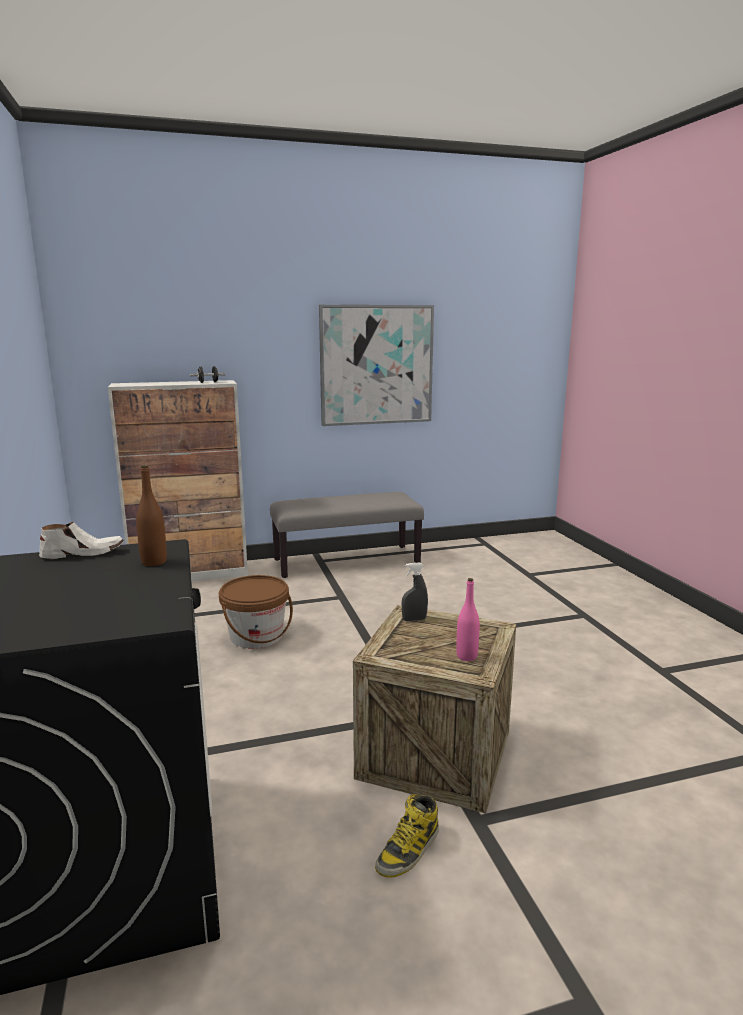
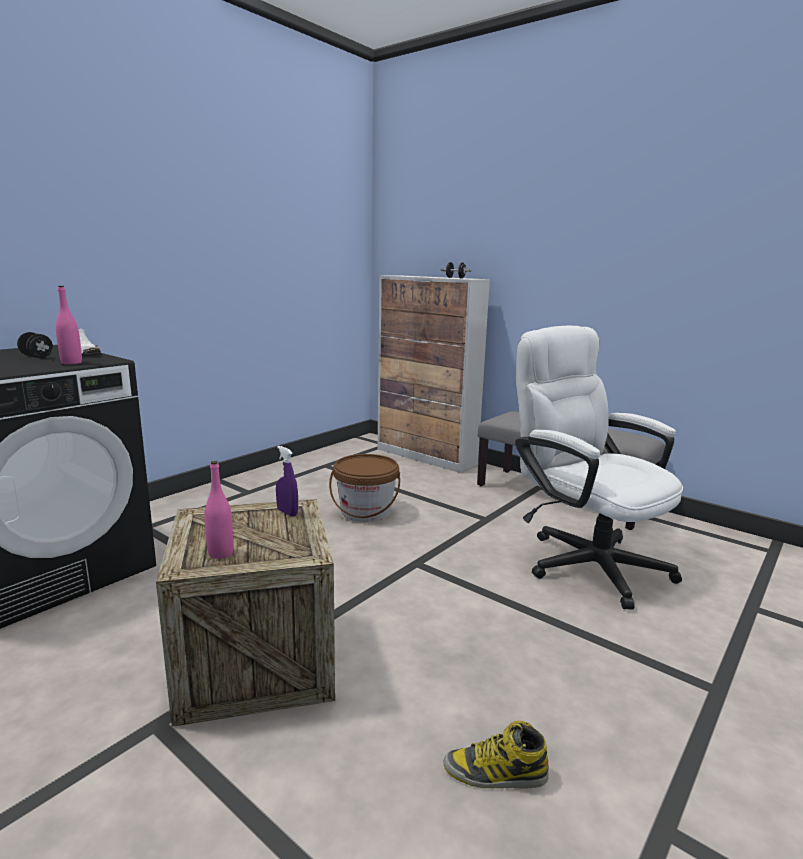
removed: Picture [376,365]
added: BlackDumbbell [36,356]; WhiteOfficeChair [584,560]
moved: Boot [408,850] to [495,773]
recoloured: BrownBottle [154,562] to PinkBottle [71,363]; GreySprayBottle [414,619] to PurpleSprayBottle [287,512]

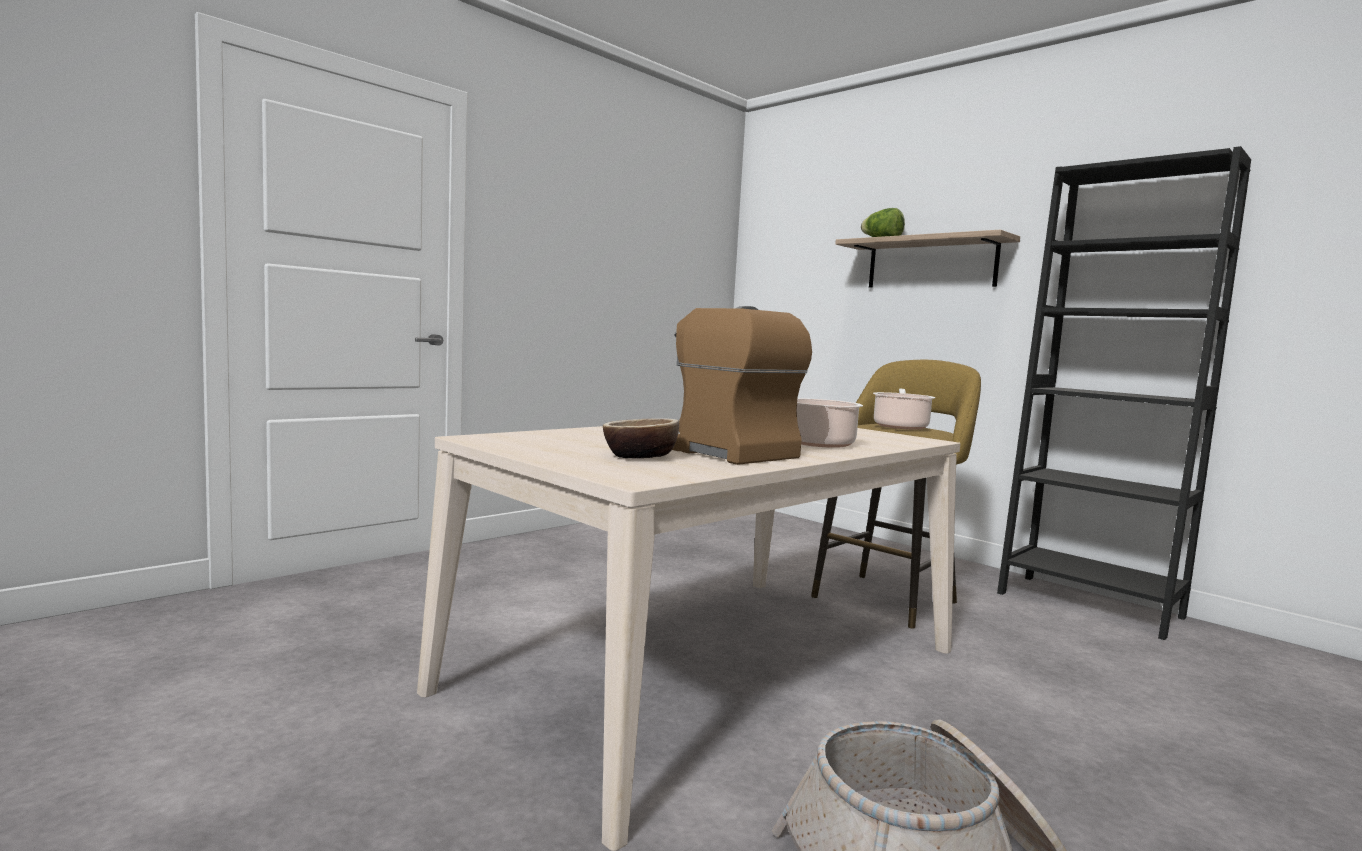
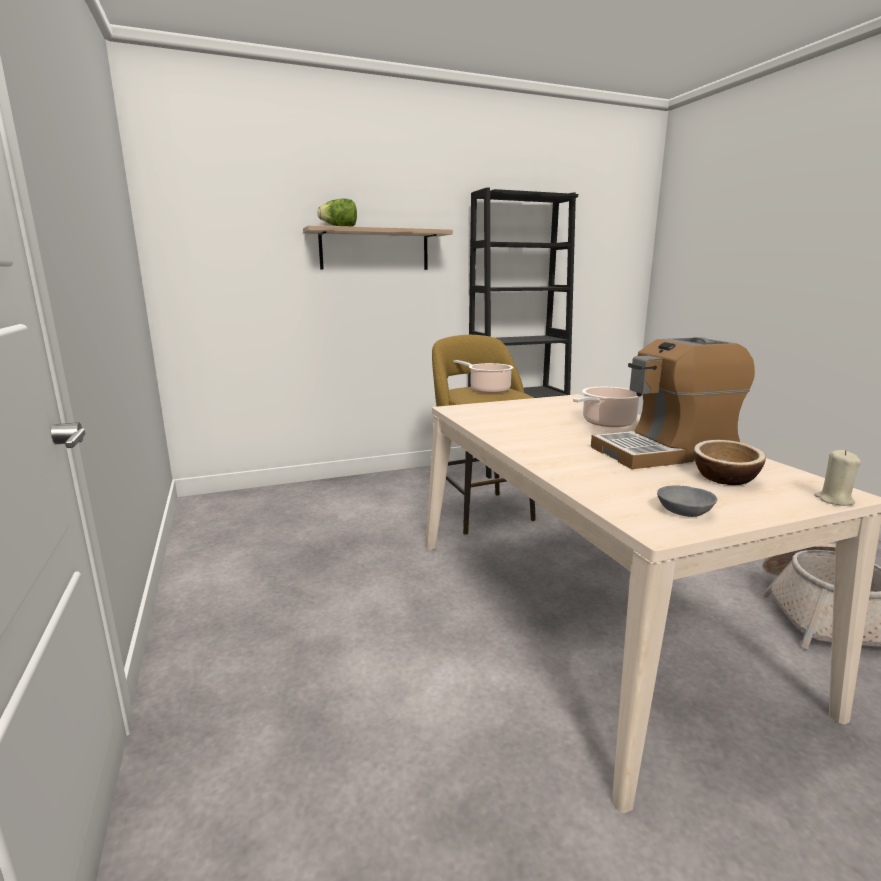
added: GreyBowl [684,510]; BeigeCandle [834,500]

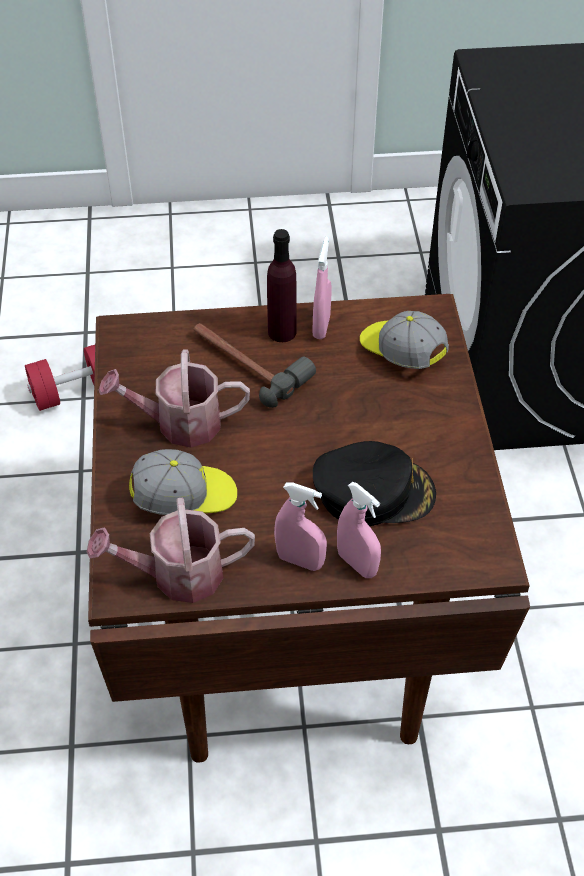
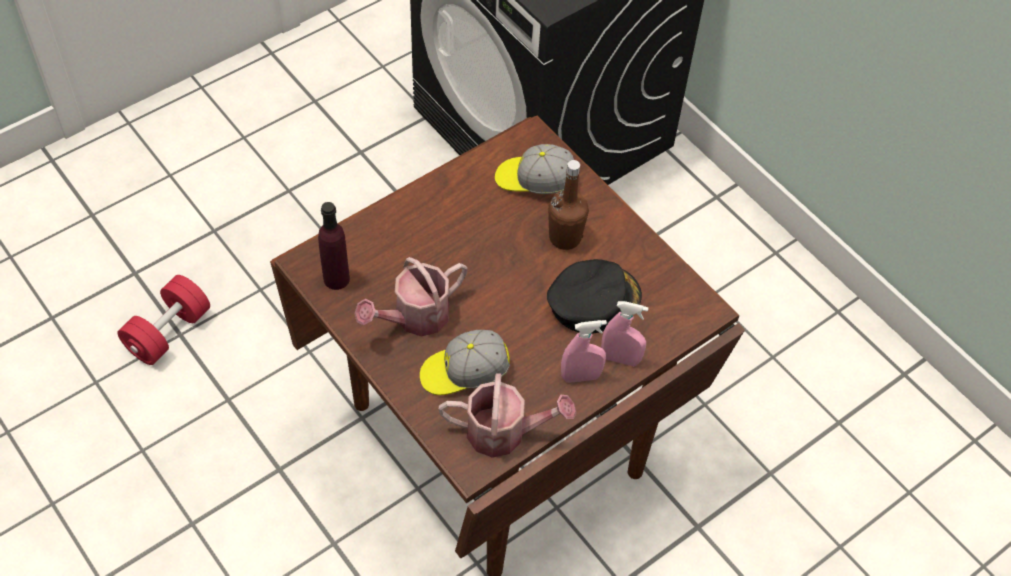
removed: Hammer [246,363]; PinkSprayBottle [321,326]
added: BrownBottle [565,238]
moved: PurpleBottle [282,332] to [336,279]
turned: WateringCan [177,575] = [504,432] 135 degrees counterclockwise; Cap [185,497] = [464,373] 150 degrees counterclockwise

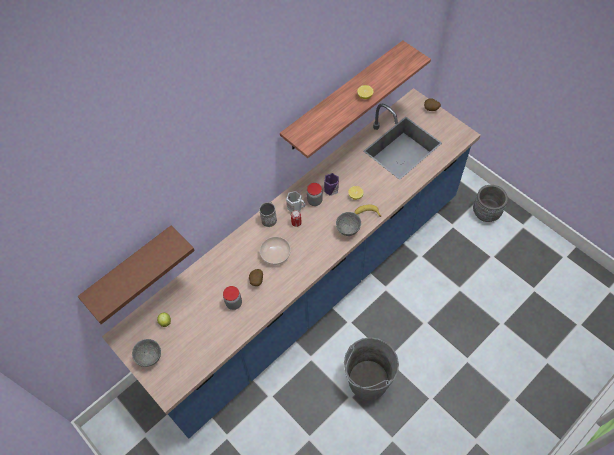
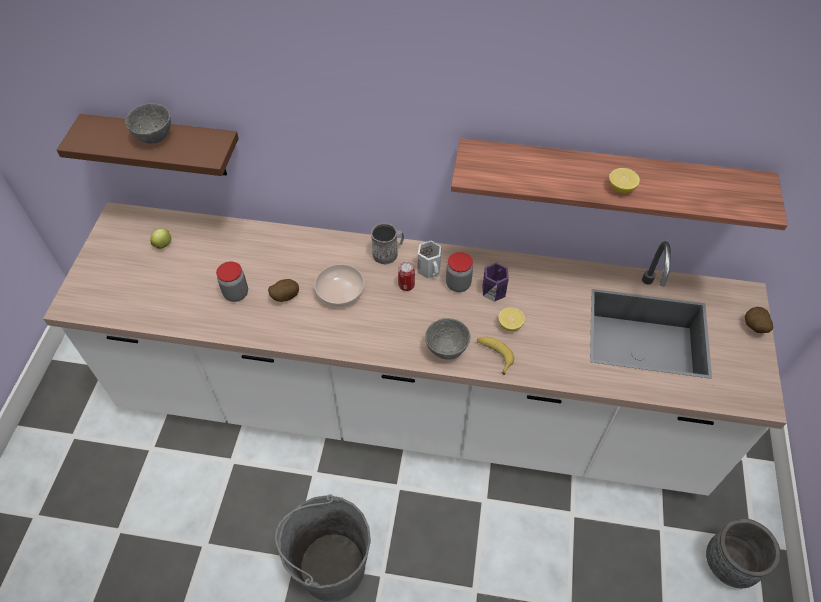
moved: GreyBowl [150,357] to [156,138]
recoloured: BlueCounter [310,287] to WhiteCounter [410,408]

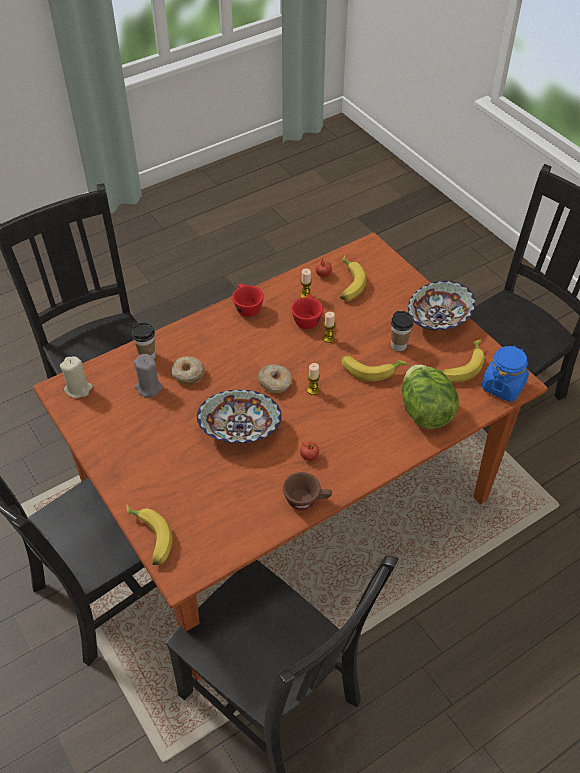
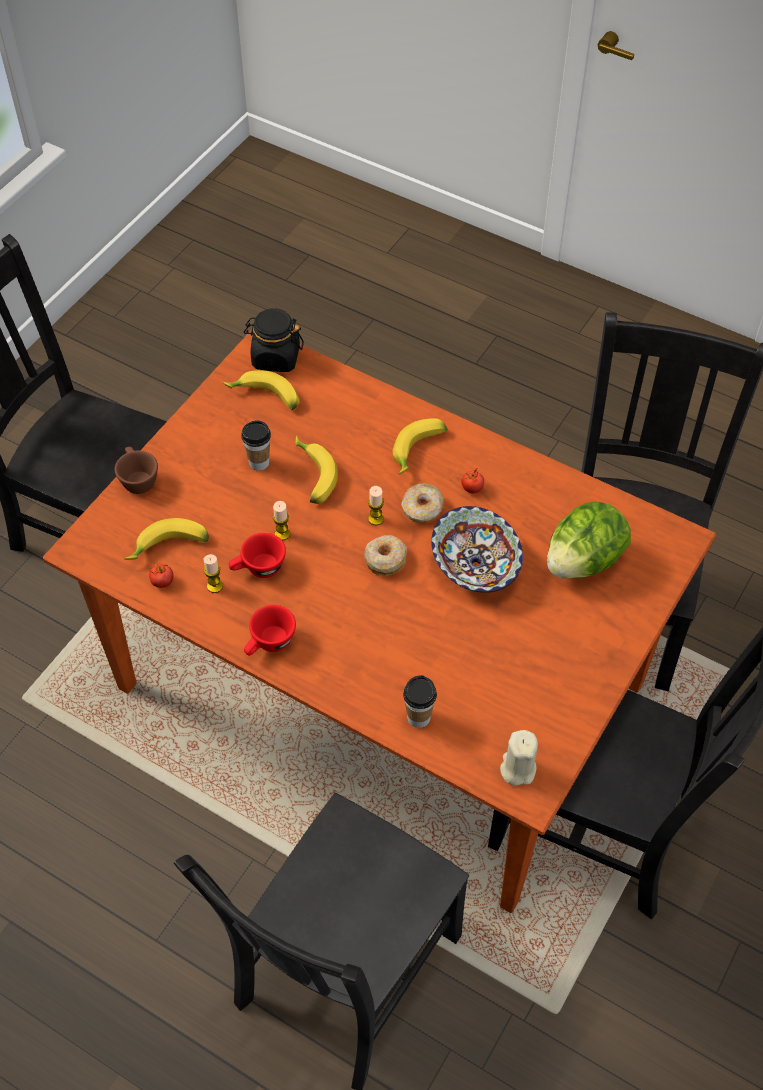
removed: GreyCandle [148,388]; Bowl [439,320]
moved: Banana [148,538] to [419,451]; Donut [188,374] to [422,508]; BrownCup [307,500] to [137,479]; Lettuce [425,412] to [583,561]
recoloured: BlueJar [503,386] to BlackJar [275,357]

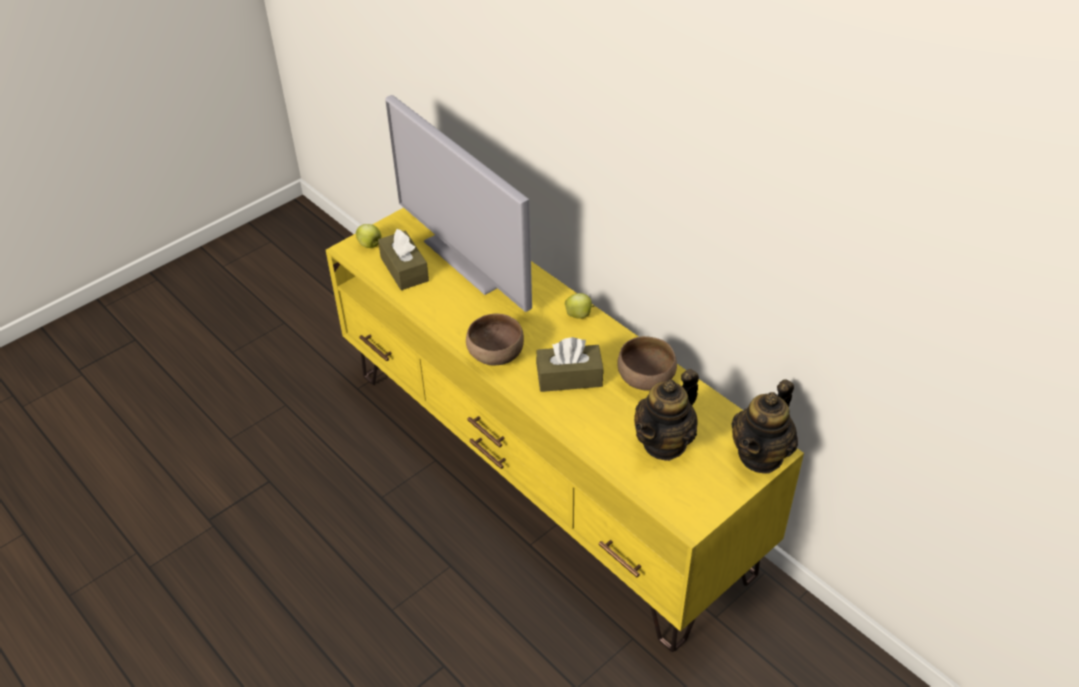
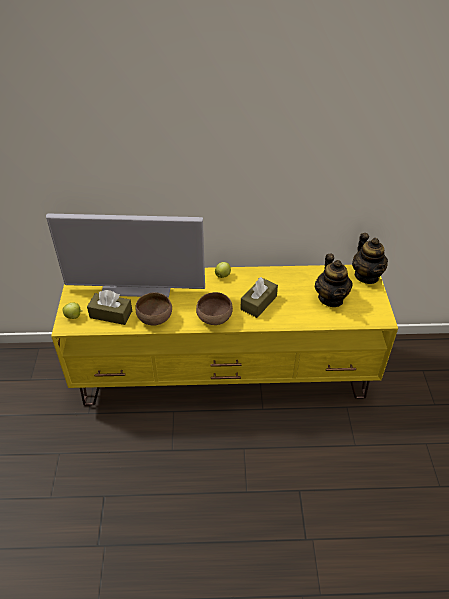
moved: BrownBowl [647,378] to [155,317]

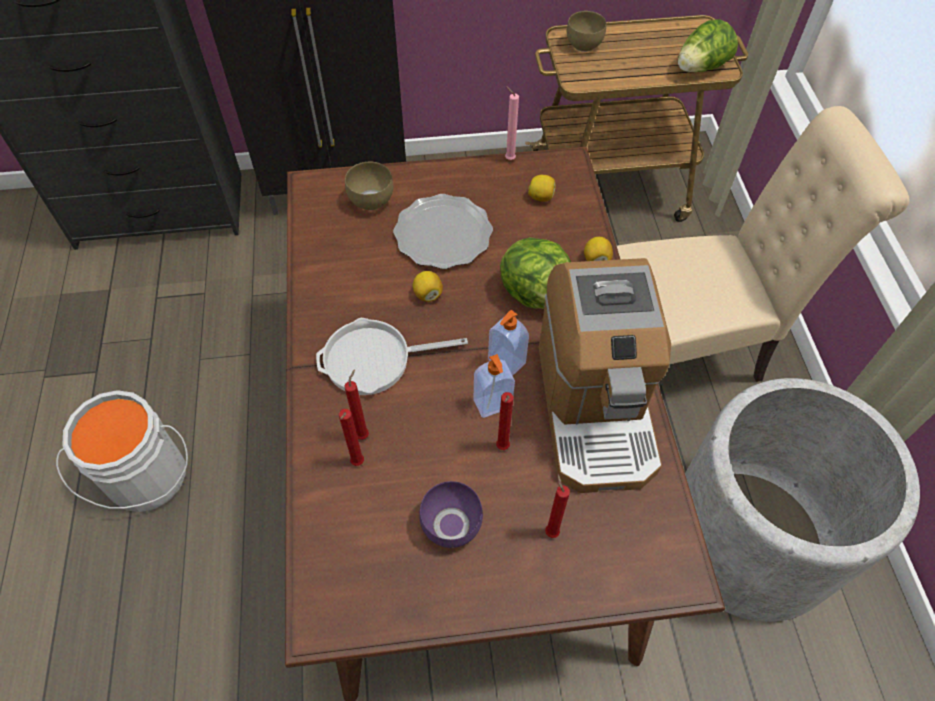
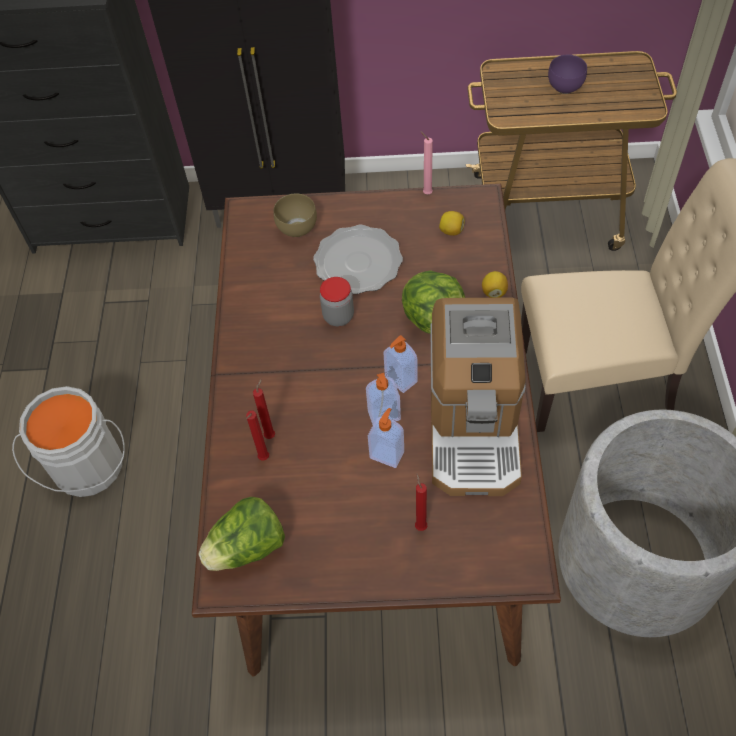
removed: FryingPan [374,360]; BrownBowl [584,44]
moved: PurpleBowl [452,523] to [565,86]; Lettuce [700,68] to [247,548]
replaced: Lemon [427,294] to Jar [338,316]; RedCandle [501,448] to SoapDispenser [387,454]

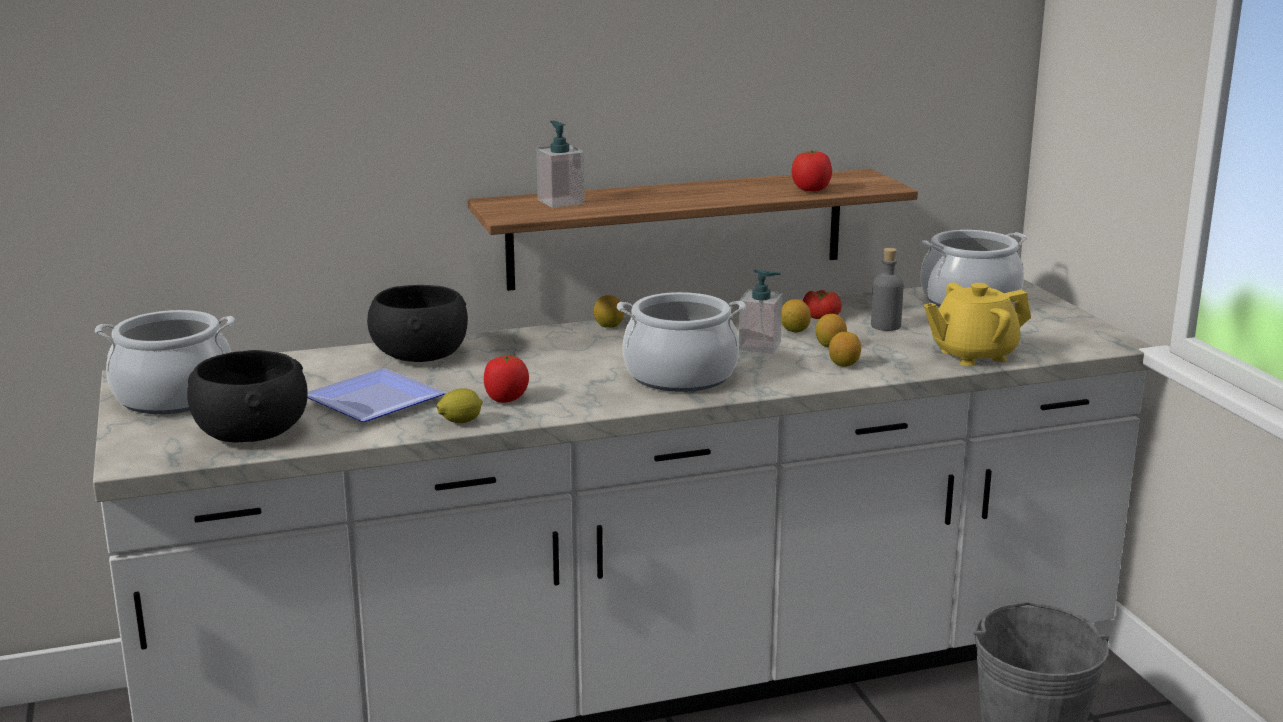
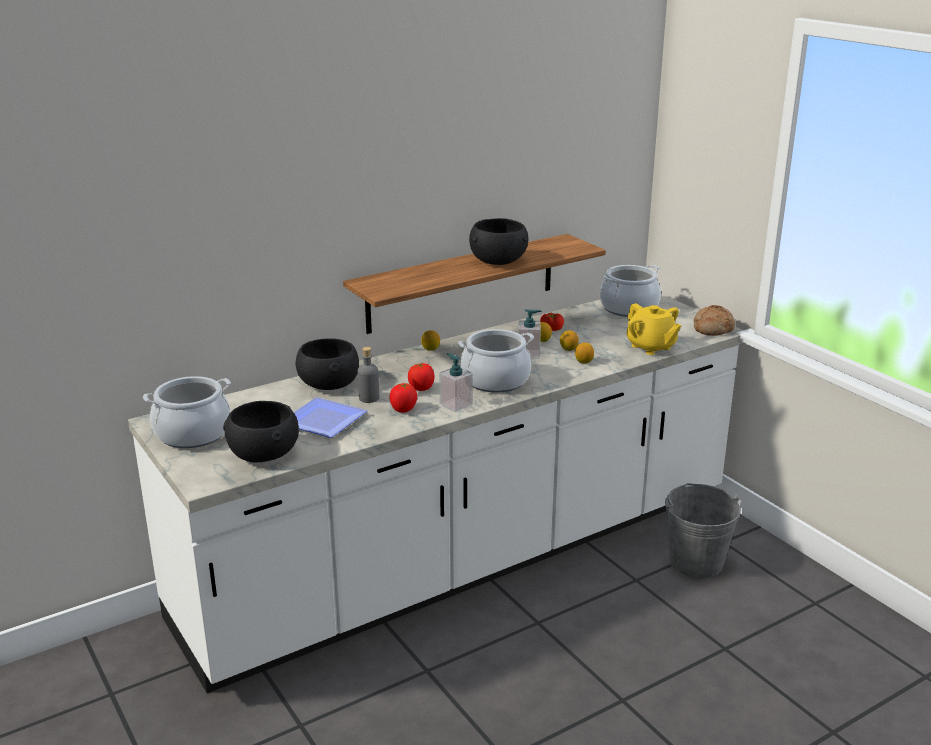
removed: Lemon [460,422]
added: BlackBowl [497,261]; Bread [712,329]
moved: SoapDispenser [560,202] to [456,404]; Tomato [811,190] to [421,388]; GreyBottle [885,326] to [369,398]
turned: YellowTeapot [972,355] = [651,347] 90 degrees counterclockwise

